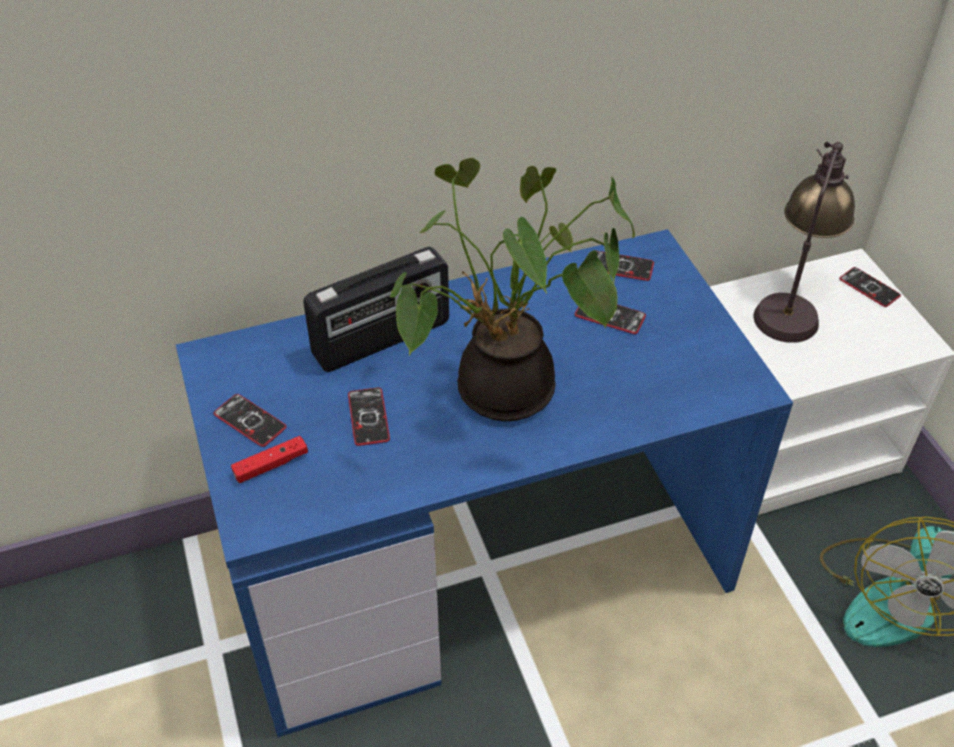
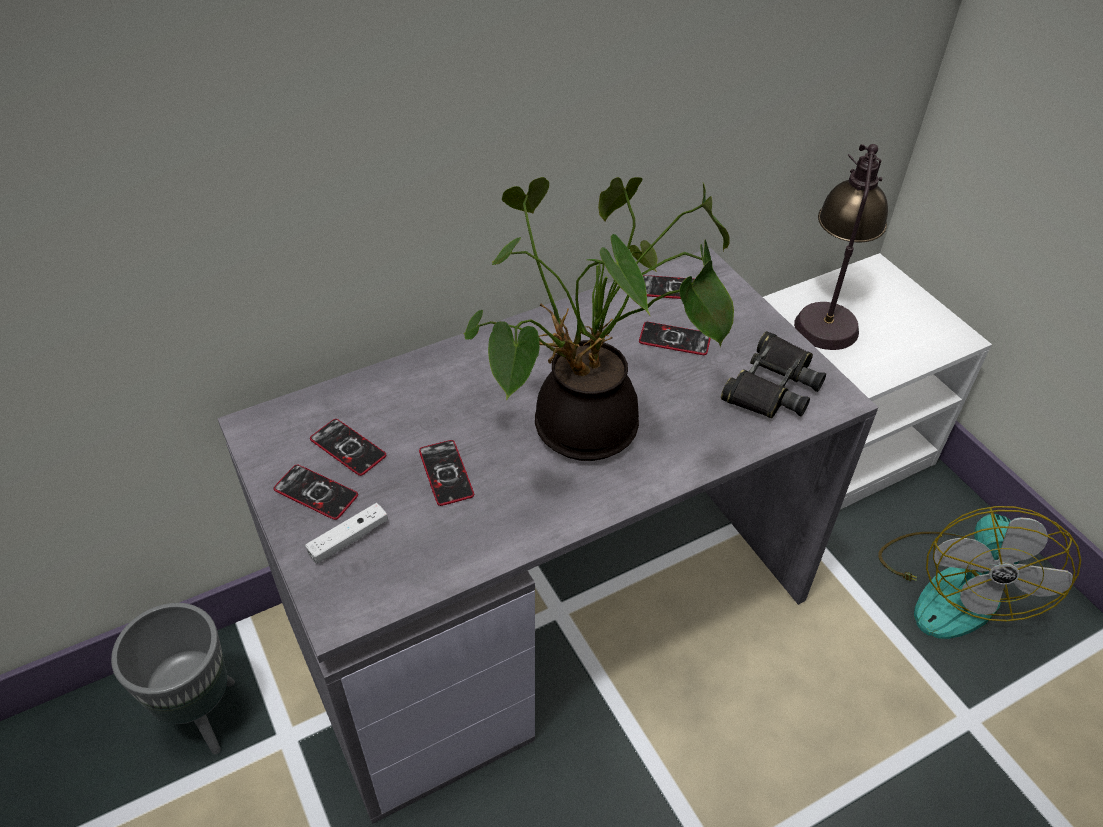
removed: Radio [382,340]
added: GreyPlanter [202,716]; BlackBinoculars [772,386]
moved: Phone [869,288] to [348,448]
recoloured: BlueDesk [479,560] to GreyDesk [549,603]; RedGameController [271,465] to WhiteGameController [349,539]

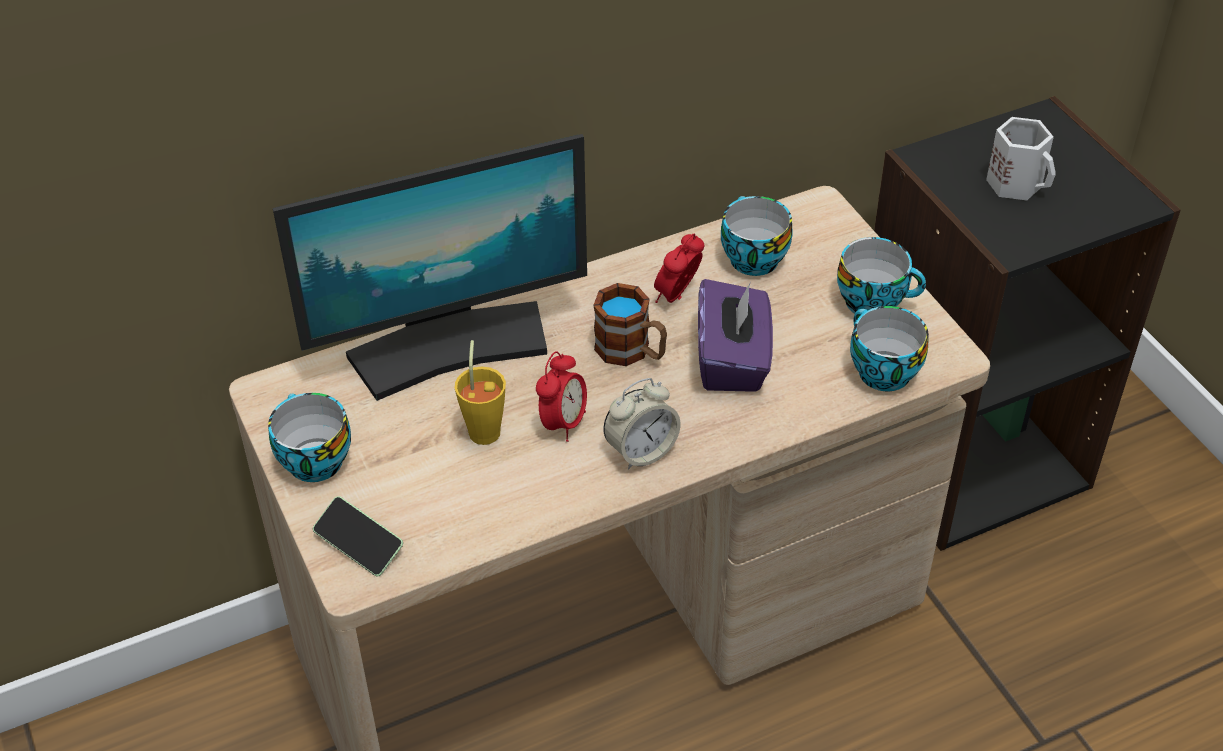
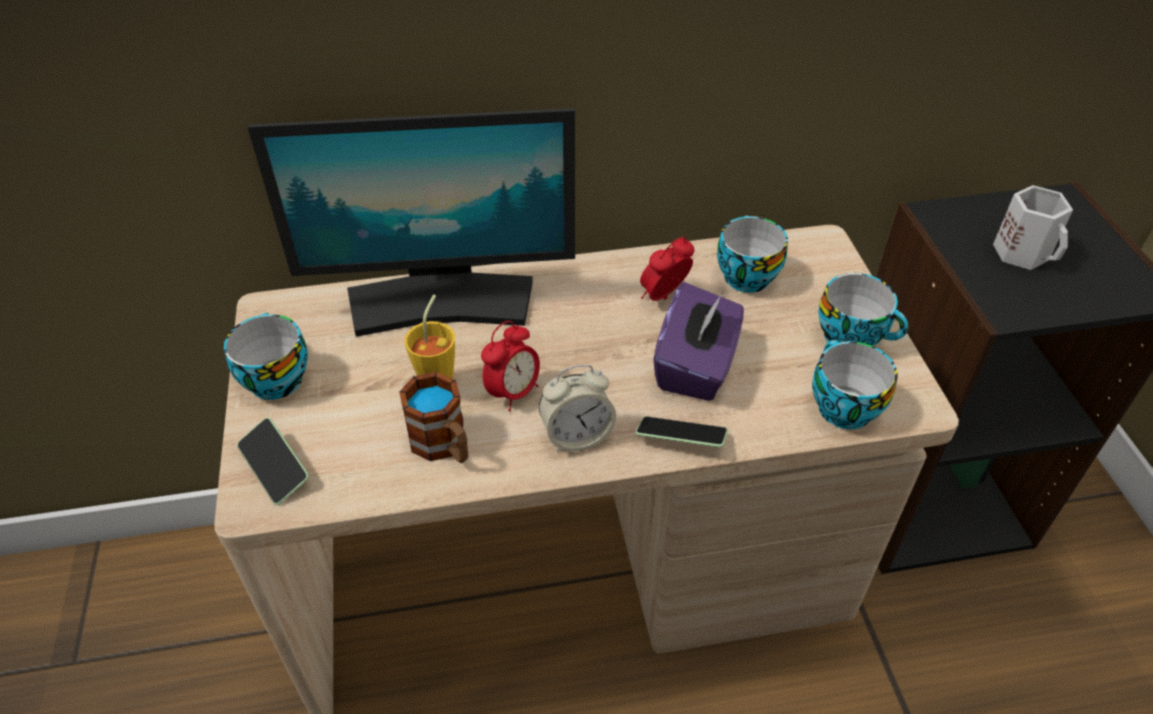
added: Phone [680,439]
moved: Mug [631,351] to [444,446]

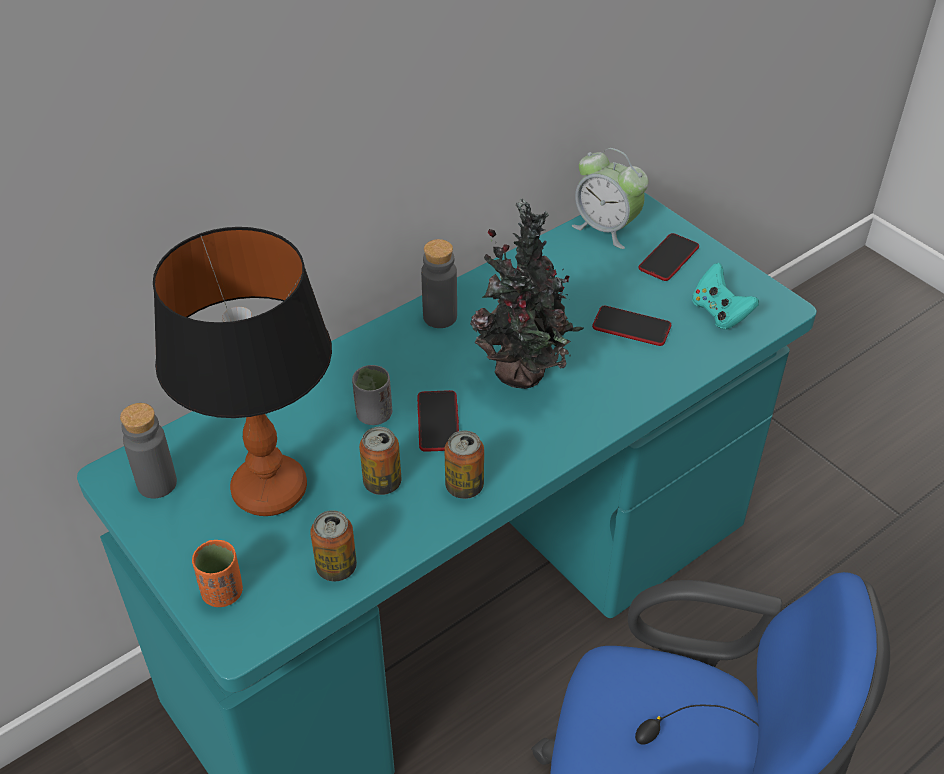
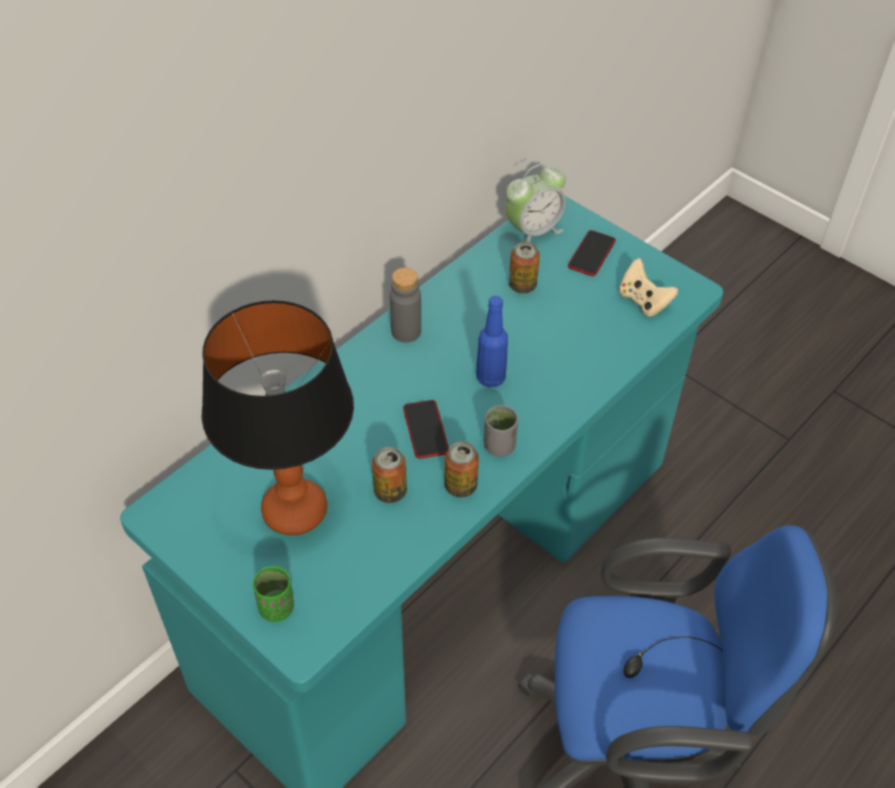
removed: GreyBottle [157,483]; Phone [631,327]
moved: Can [336,567] to [522,285]; GreyCup [374,415] to [499,446]
replaced: PottedPlant [525,375] to BlueBottle [491,378]
recoloured: OrangeCup [222,592] to GreenCup [276,608]; TurquoiseGameController [719,313] to BeigeGameController [643,301]
turned: AlarmClock [606,229] = [533,231] 60 degrees counterclockwise

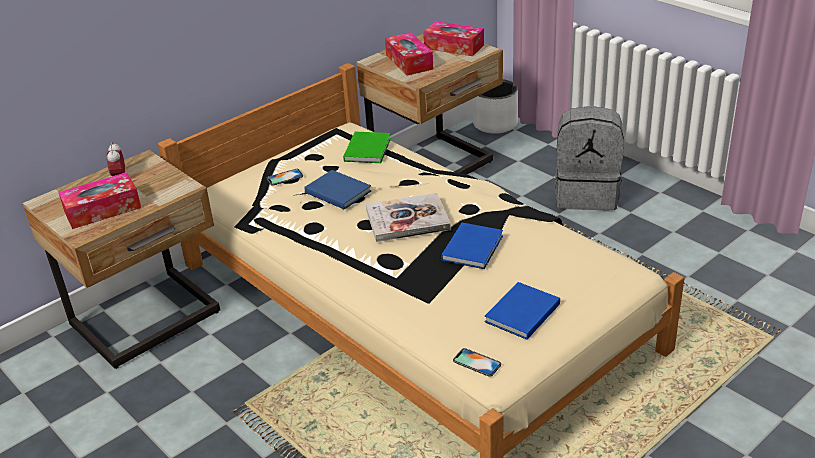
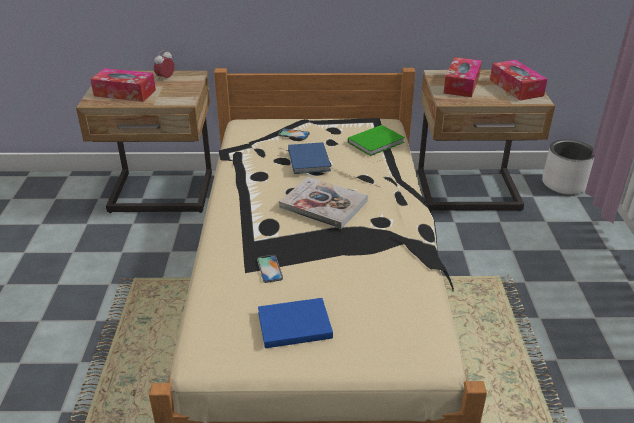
removed: BlueBook [474,247]; GreyBackpack [587,194]
moved: Phone [476,362] to [269,269]

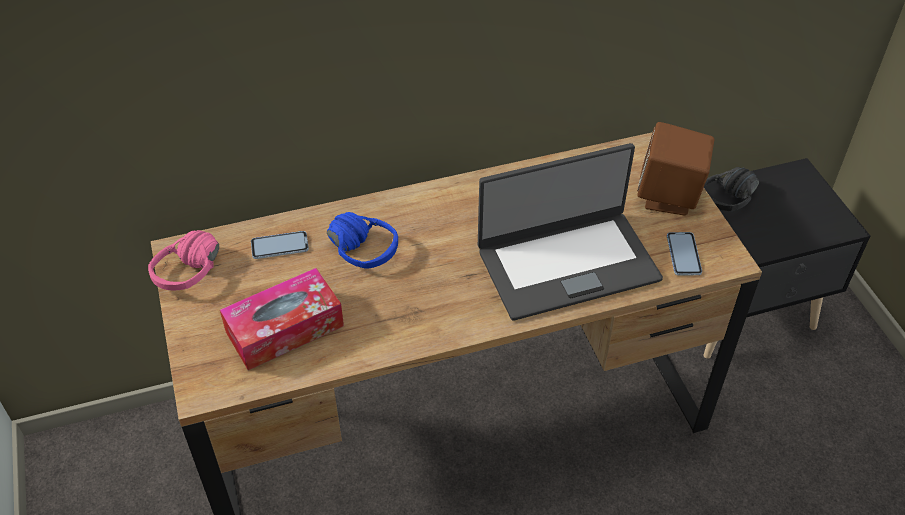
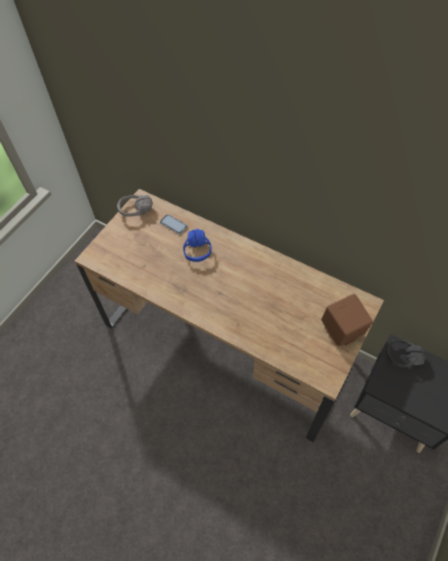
removed: TissueBox [285,329]; Laptop [567,263]; Phone [683,254]
recoloured: PinkHeadphones [197,276] to GreyHeadphones [136,214]

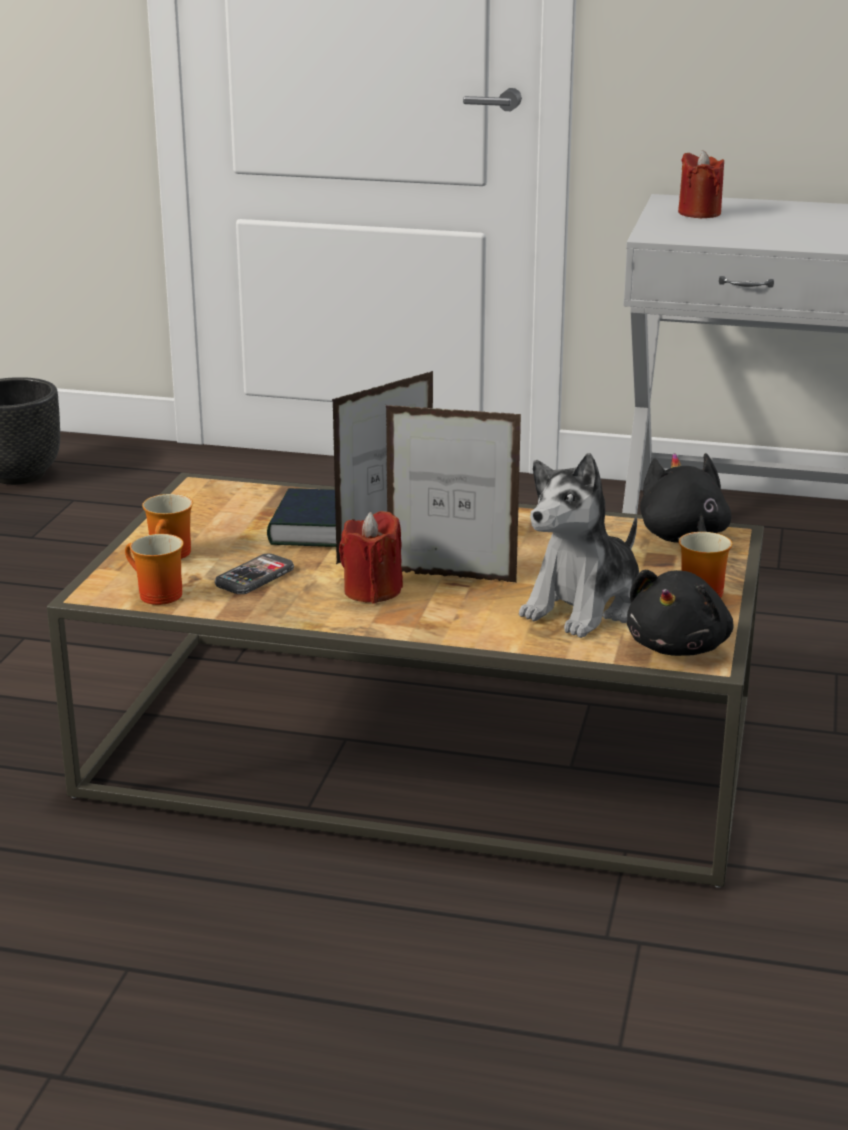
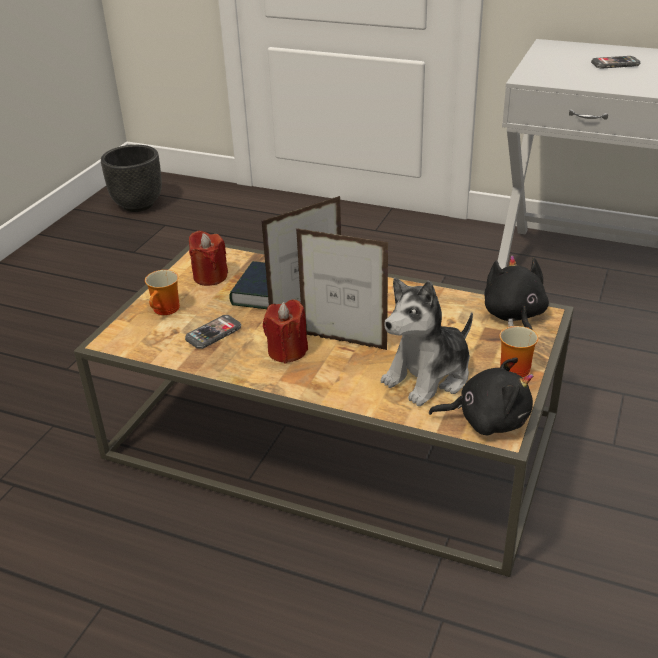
removed: Mug [154,595]
added: Phone [615,64]
moved: RedCandle [699,213] to [210,277]
turned: BlackPlushToy [679,646] = [487,420] 120 degrees counterclockwise

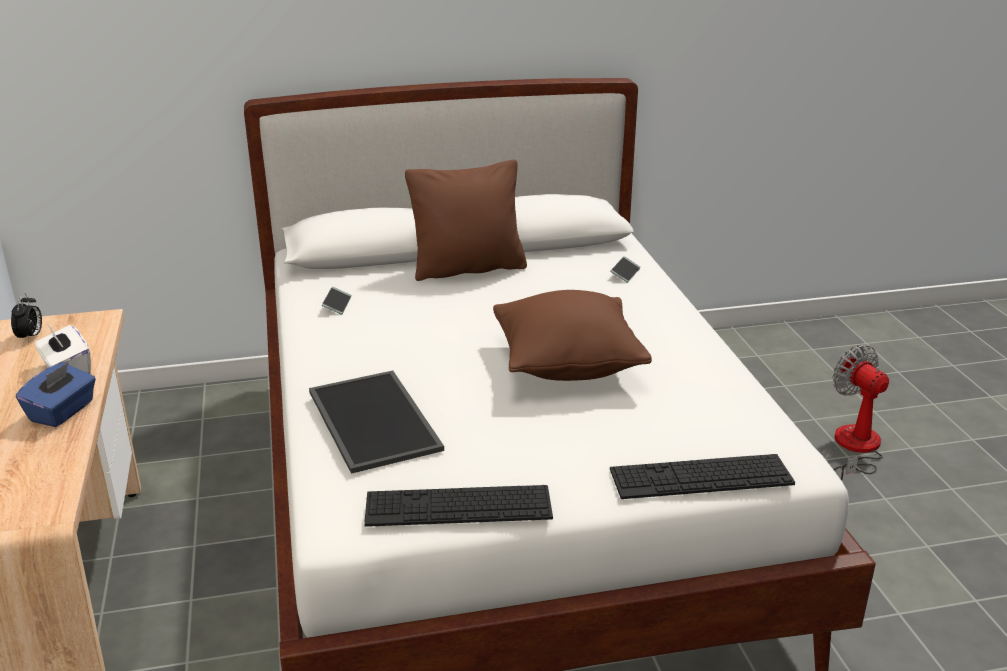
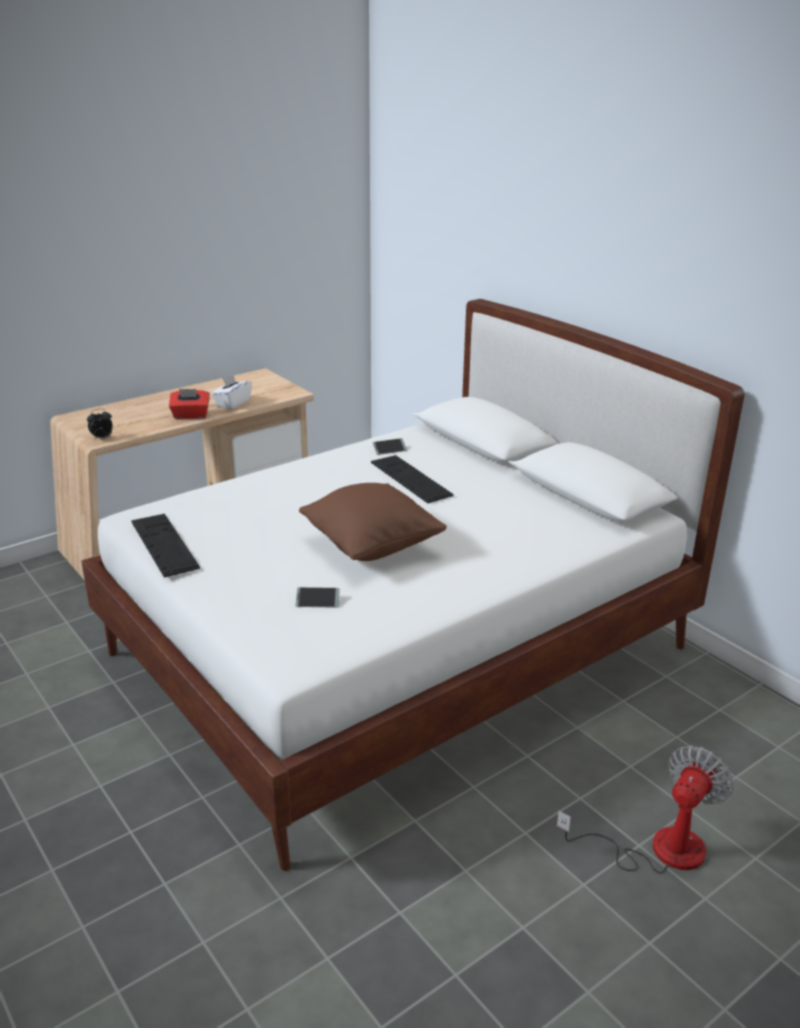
removed: Tray [376,420]; BrownPillow [468,269]
moved: AlarmClock [31,337] to [102,438]; Phone [625,273] to [317,601]; Keyboard [701,477] to [410,478]
recoloured: BlueTissueBox [62,412] to RedTissueBox [190,415]

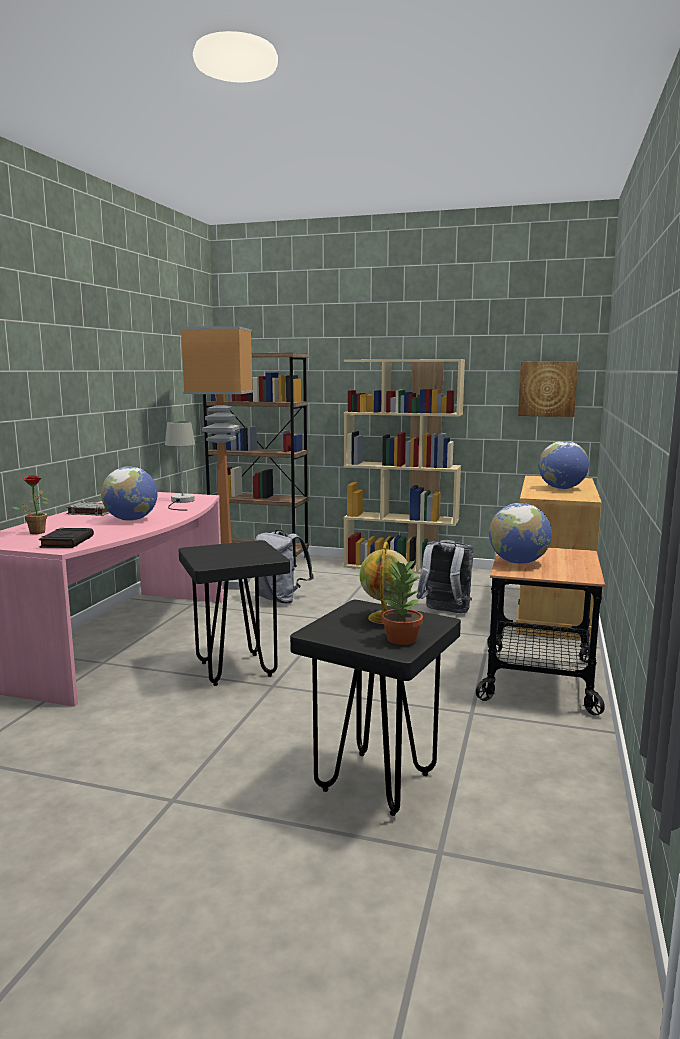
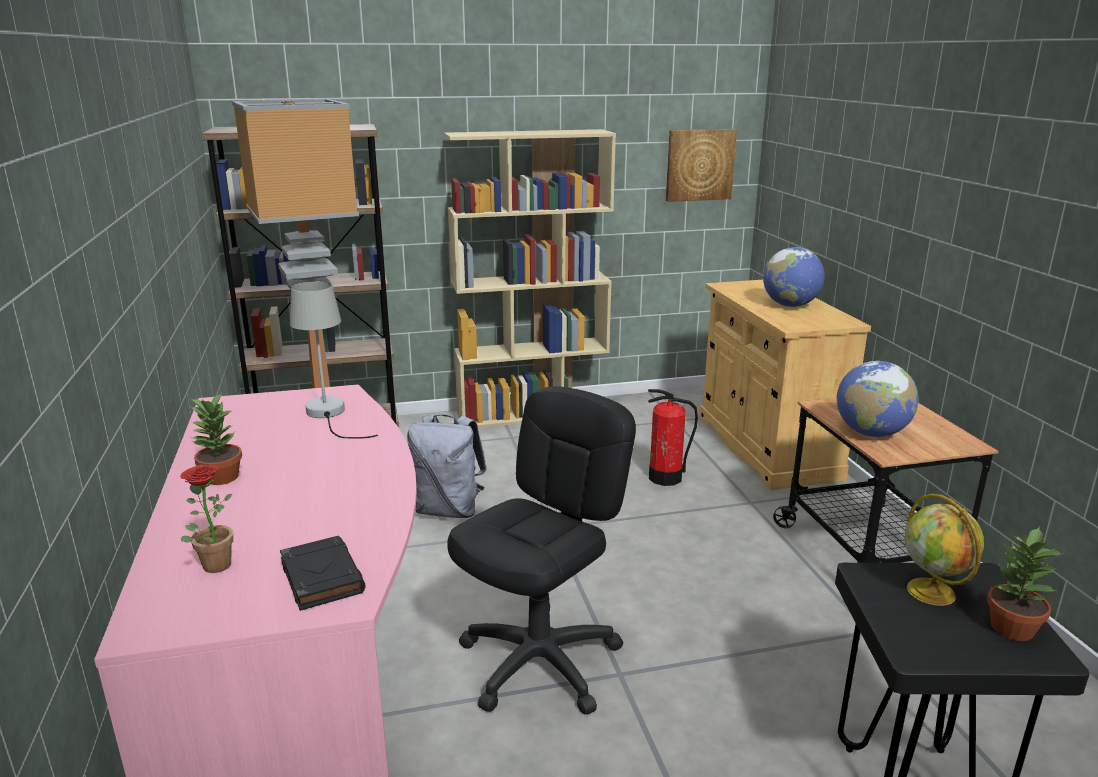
removed: Globe [131,520]
replaced: GreyBook [91,512] to PottedPlant [220,477]; BlackStool [236,669] to BlackOfficeChair [540,662]; GreyBackpack [445,612] to FireExtinguisher [666,478]

